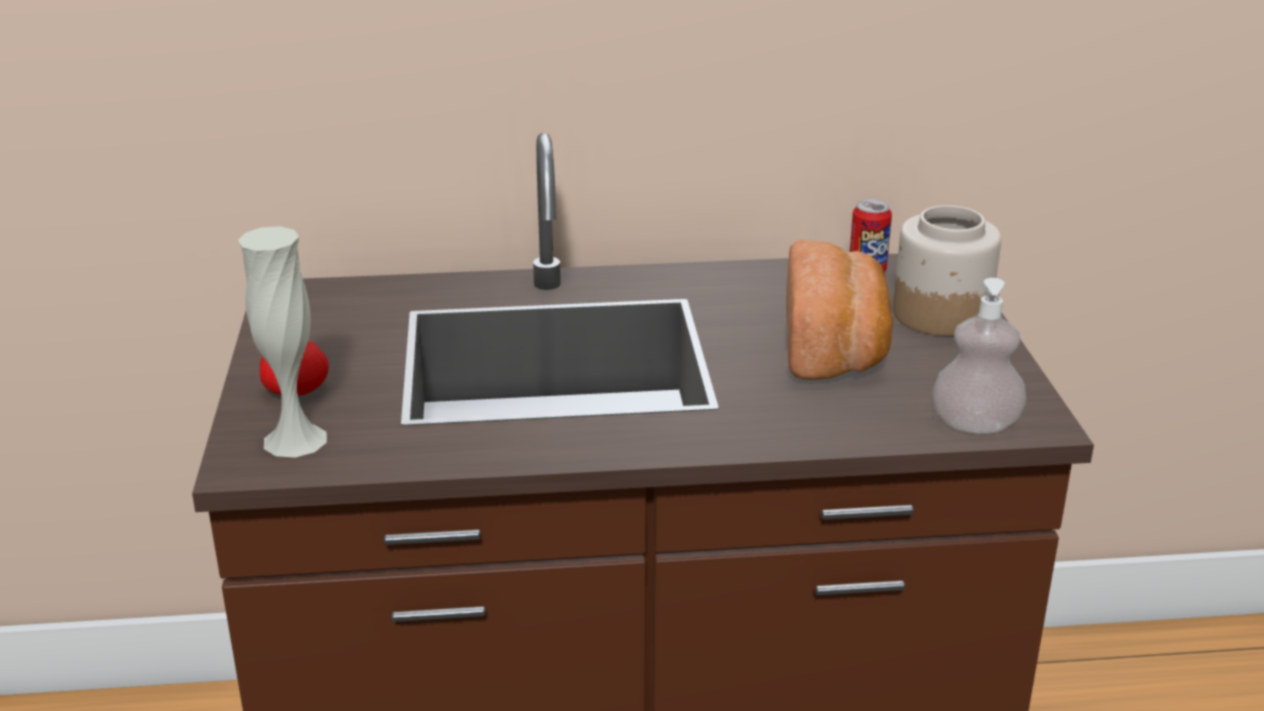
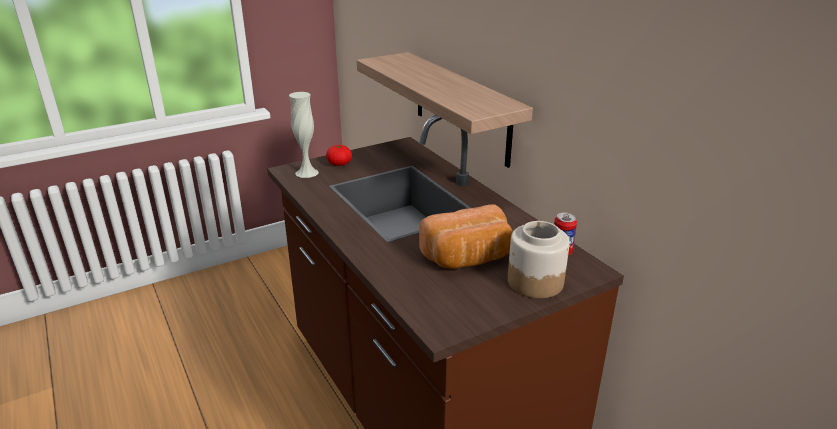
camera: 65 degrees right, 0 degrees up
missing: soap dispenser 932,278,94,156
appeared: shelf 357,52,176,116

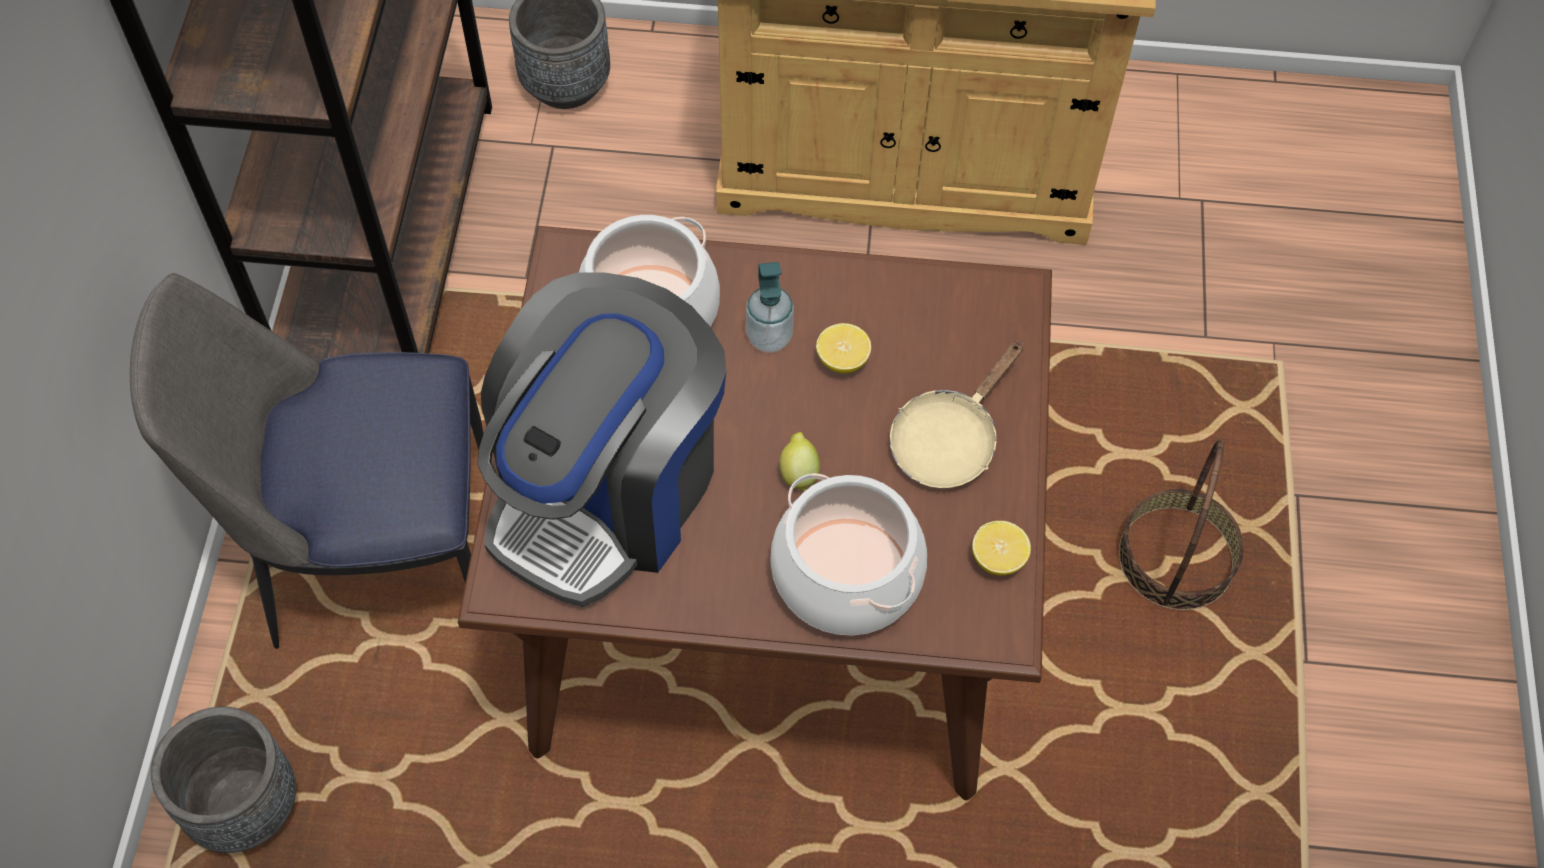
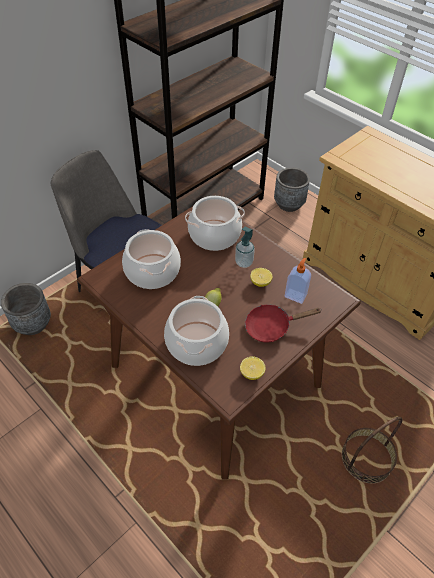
camera: 40 degrees right, 10 degrees down
appeared: soap dispenser 285,258,26,46
exchanged: coffee machine 477,272,249,335 to cooking pot 122,229,59,60
colour: beige frying pan 890,341,133,147 to red frying pan 245,305,76,37

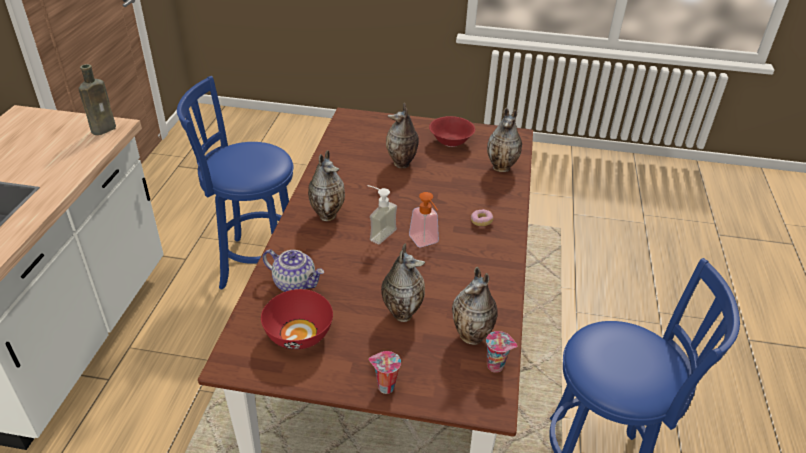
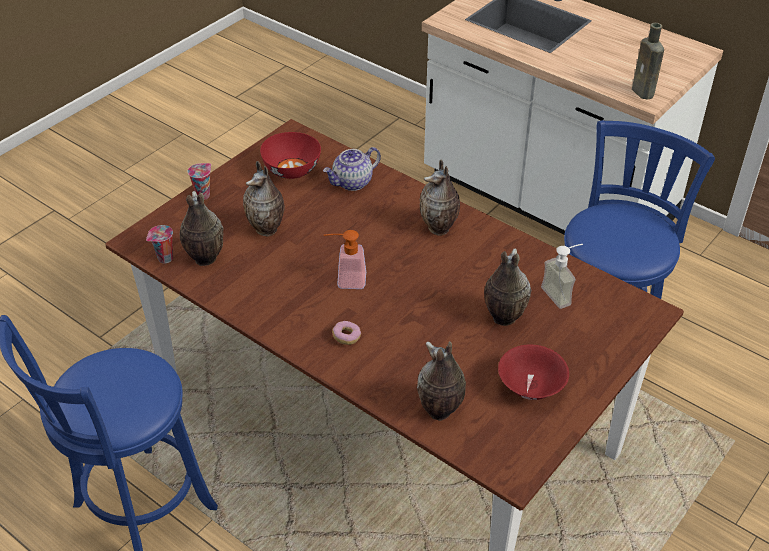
camera: 120 degrees right, 5 degrees up
relocated: soap dispenser 367,185,30,59 to 541,244,42,65

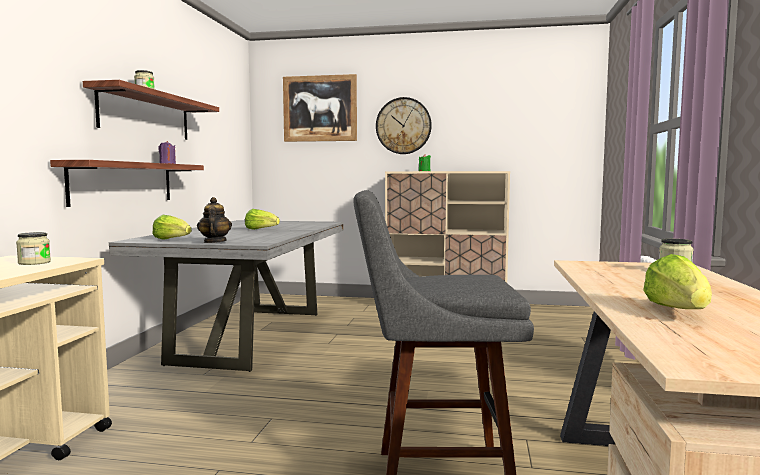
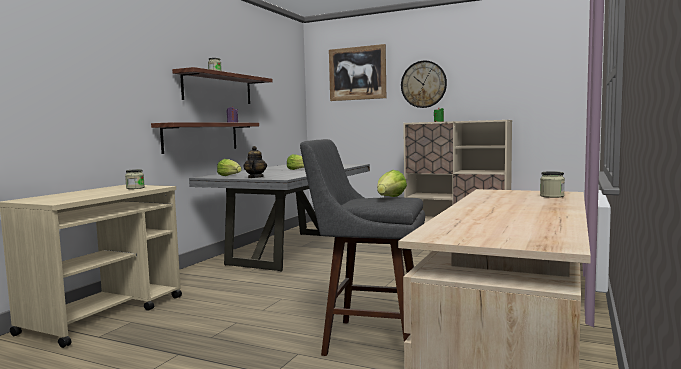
camera: 15 degrees right, 0 degrees up
relocated: lettuce 643,254,69,55 to 377,170,30,27

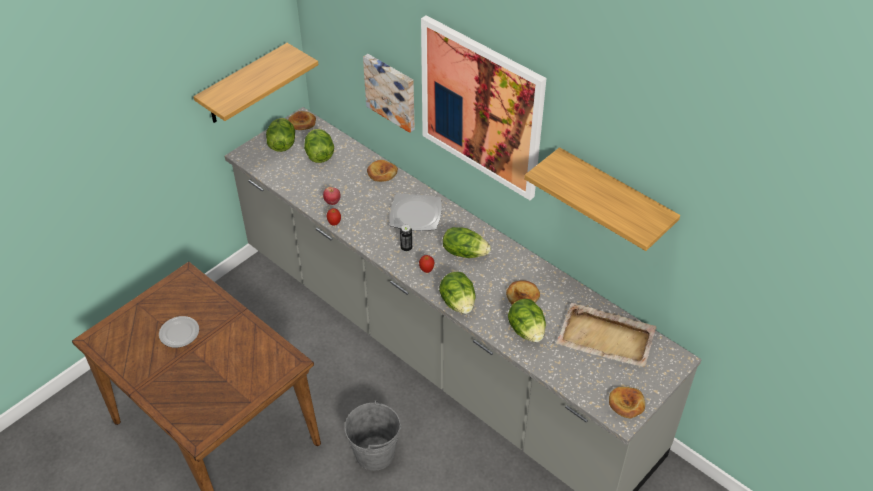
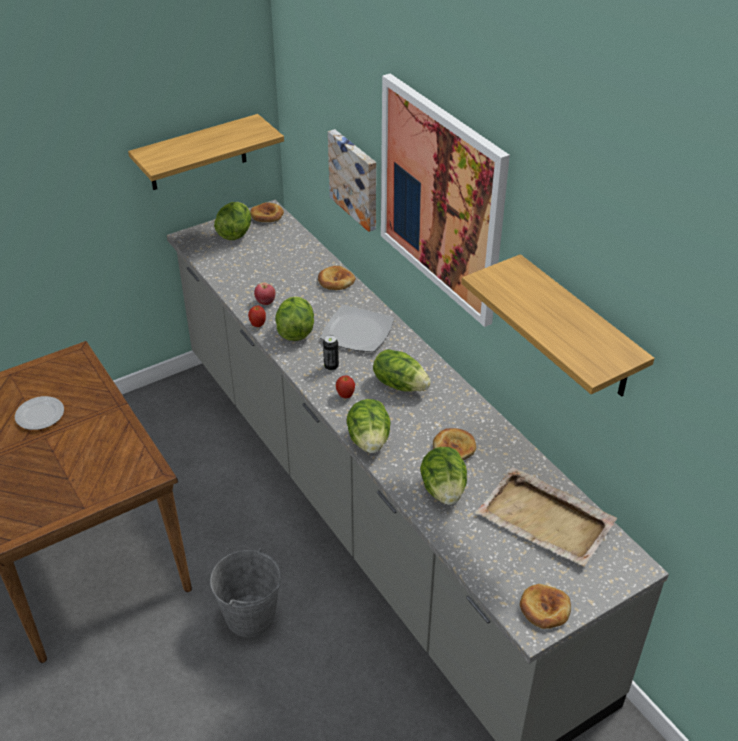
camera: 15 degrees right, 5 degrees down
relocated: lettuce 304,129,30,34 to 275,296,39,45

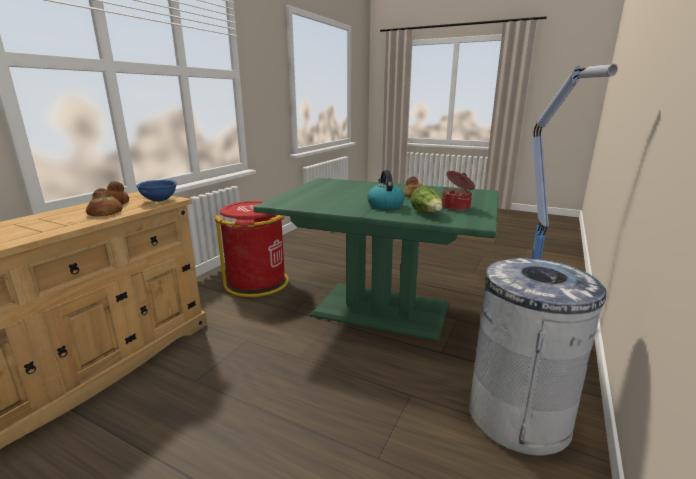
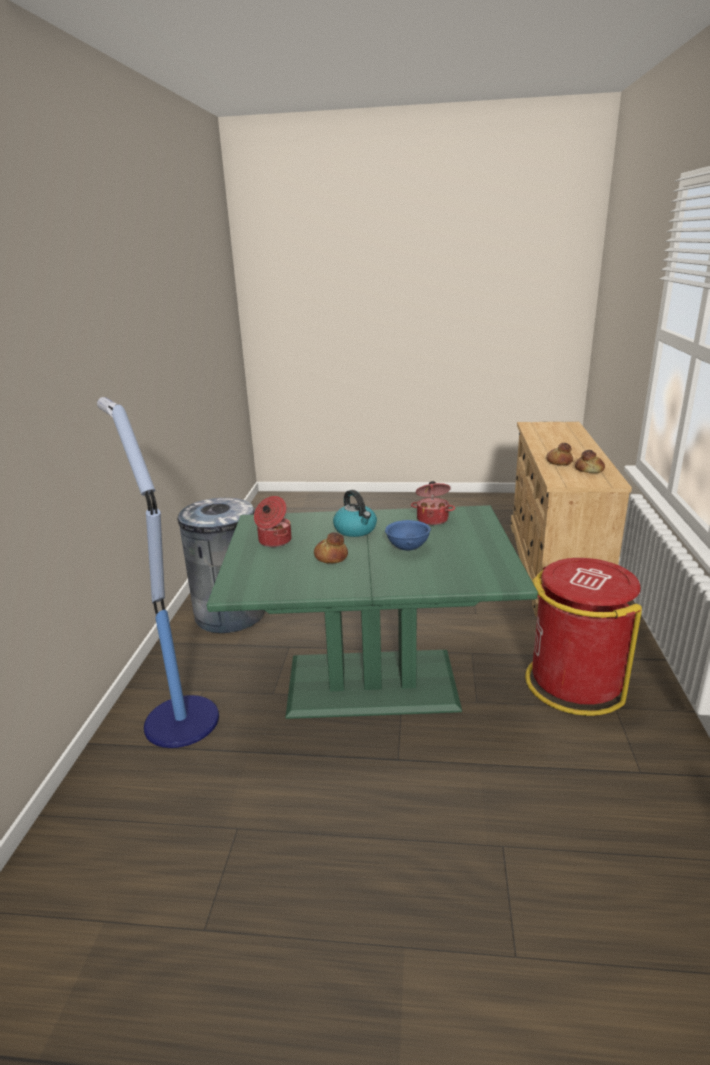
camera: 160 degrees right, 5 degrees up
missing: lettuce 410,186,33,27
appeared: cooking pot 411,481,44,44
relocated: blue bowl 136,180,41,22 to 385,520,46,31

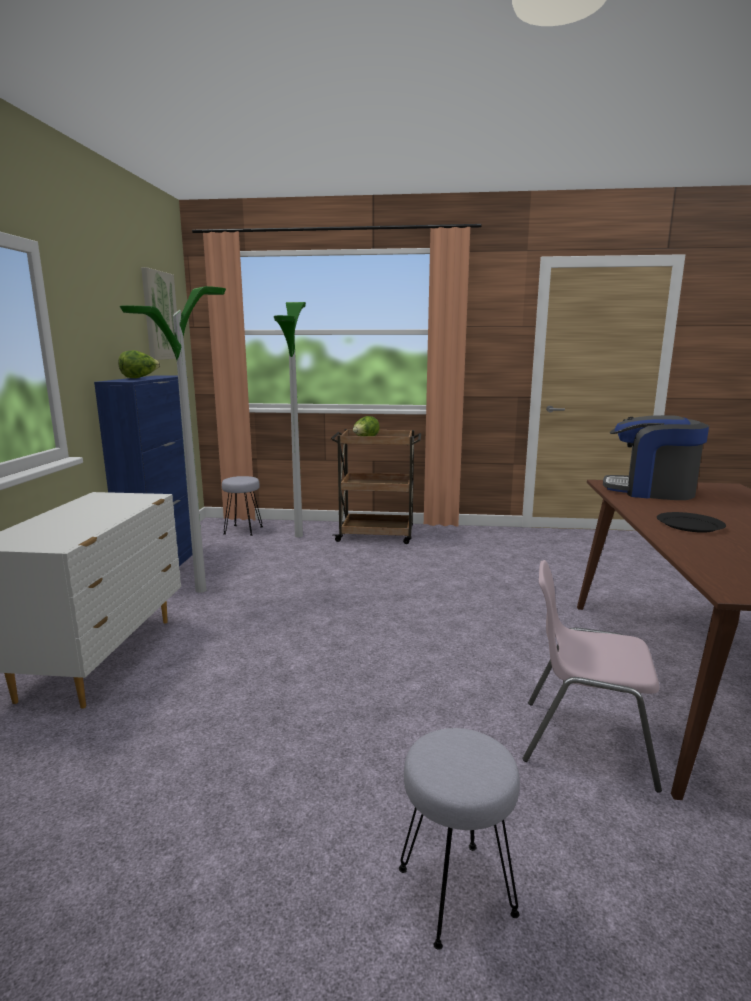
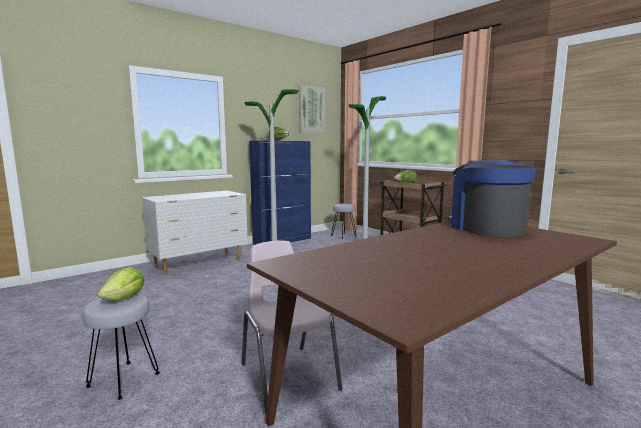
camera: 45 degrees right, 5 degrees down
missing: black plate 657,512,69,21
appeared: lettuce 97,267,48,34

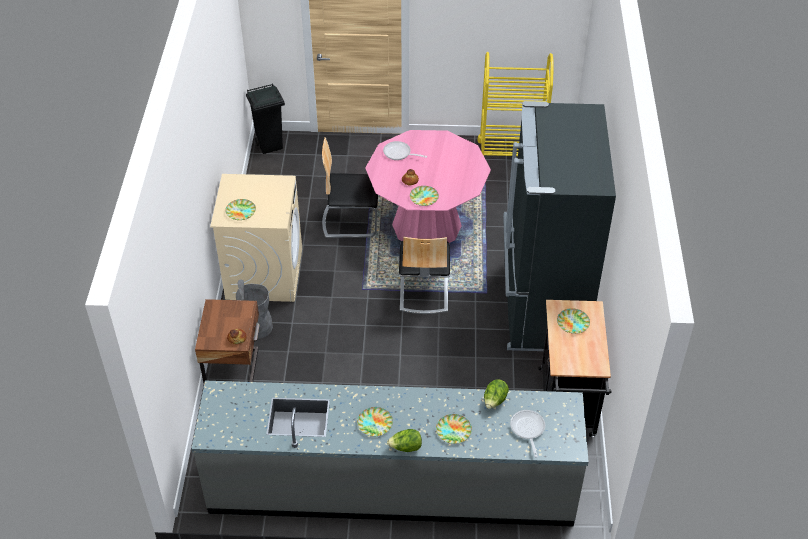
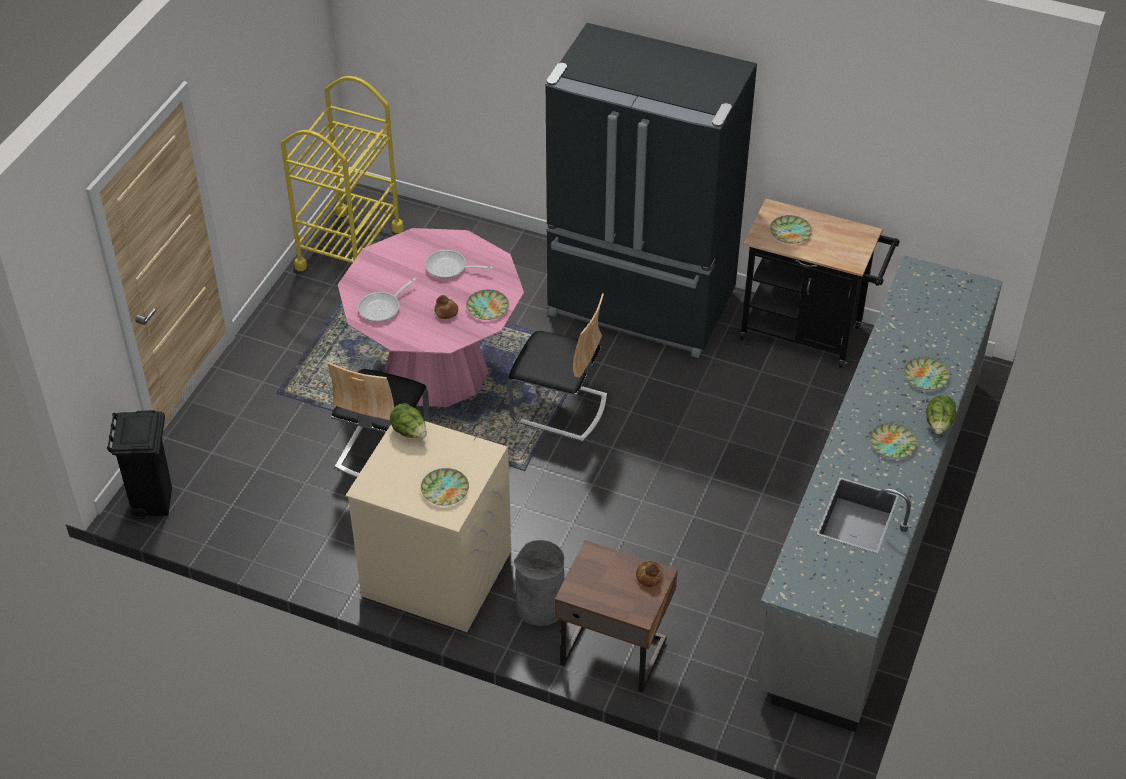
camera: 70 degrees left, 0 degrees up
relocated: lettuce 484,379,25,30 to 390,403,37,35; frying pan 510,410,35,47 to 425,249,68,30

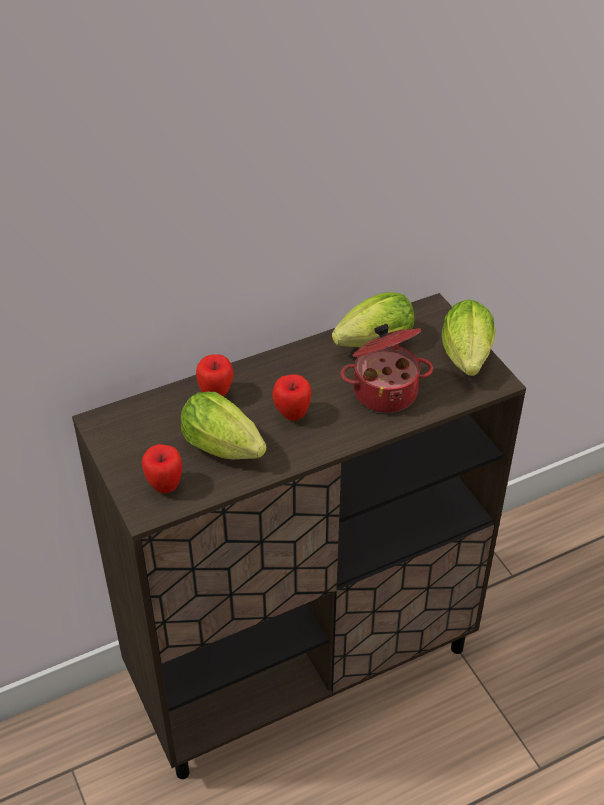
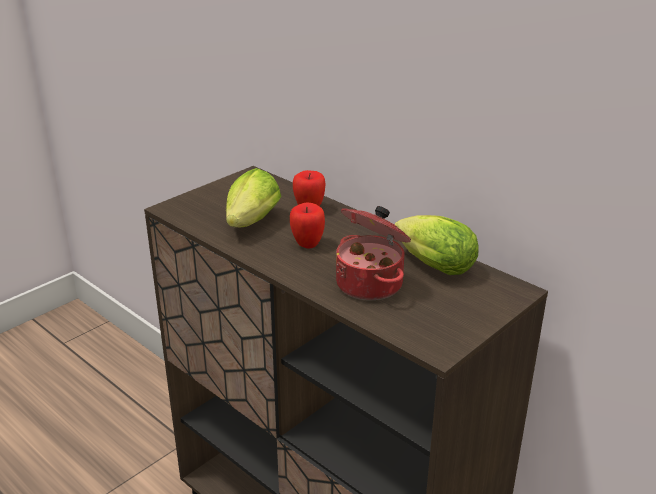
camera: 70 degrees right, 15 degrees down
missing: apple 142,444,40,49; lettuce 442,299,53,77

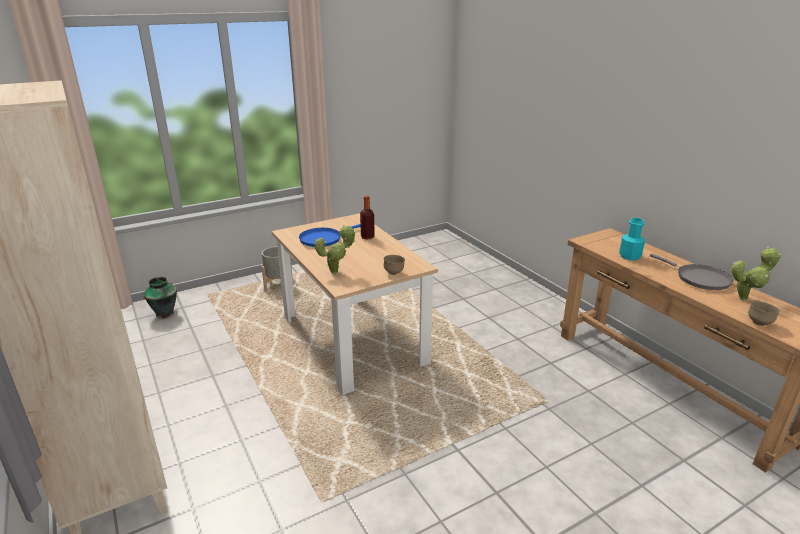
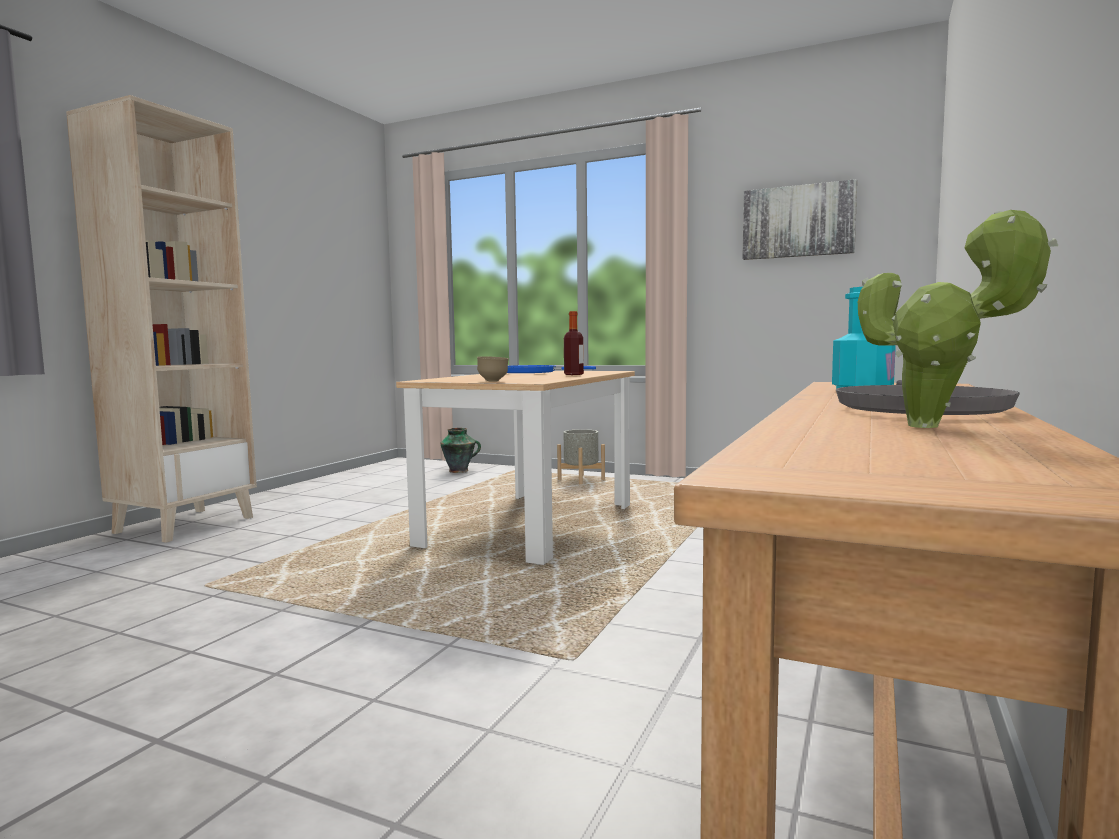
camera: 55 degrees right, 20 degrees down
missing: potted plant 315,225,41,49; brown bowl 748,301,32,25
appeared: picture 742,179,115,81

